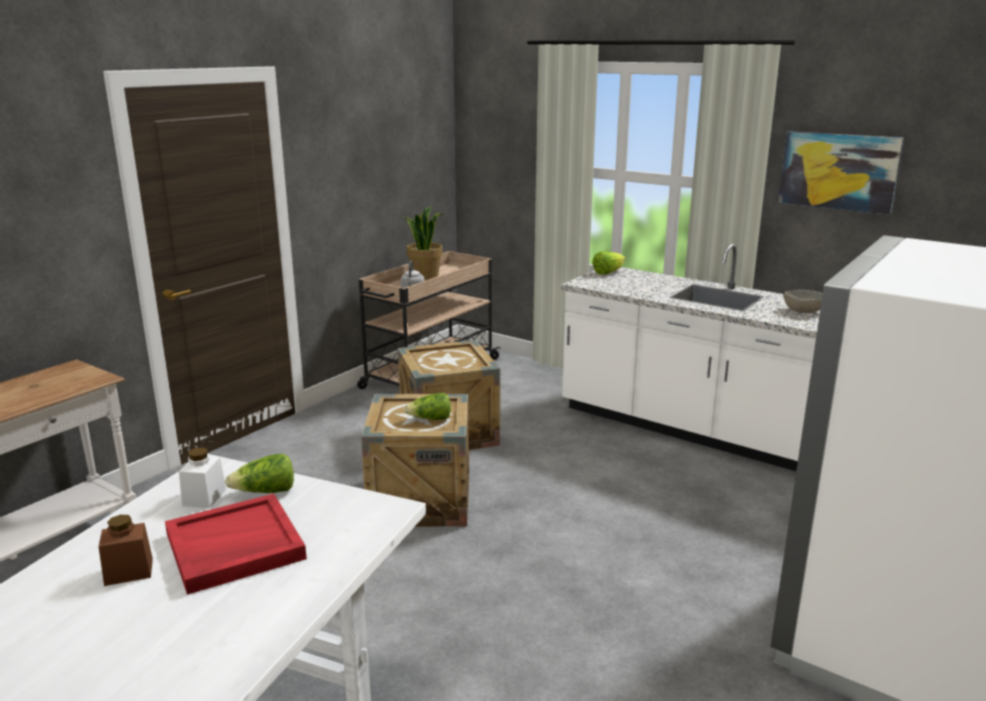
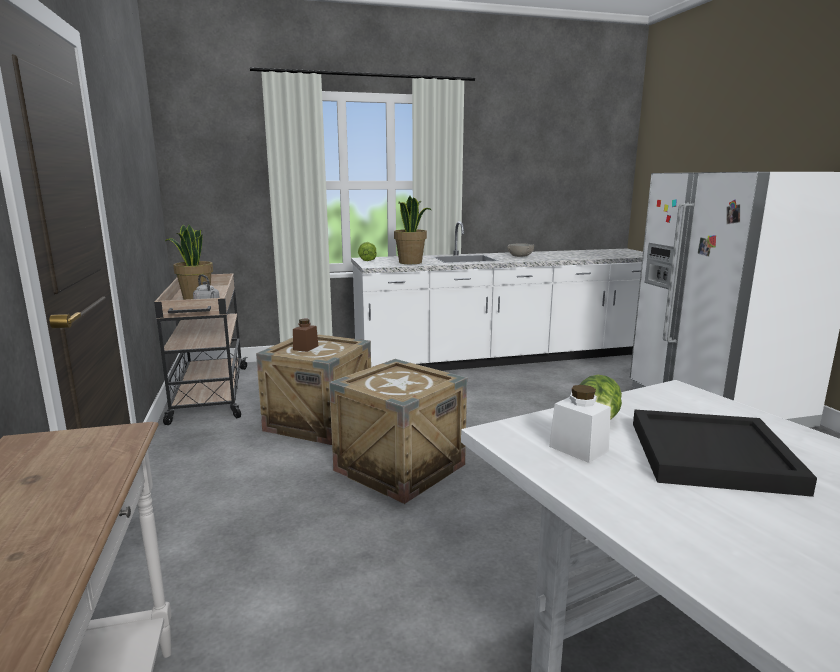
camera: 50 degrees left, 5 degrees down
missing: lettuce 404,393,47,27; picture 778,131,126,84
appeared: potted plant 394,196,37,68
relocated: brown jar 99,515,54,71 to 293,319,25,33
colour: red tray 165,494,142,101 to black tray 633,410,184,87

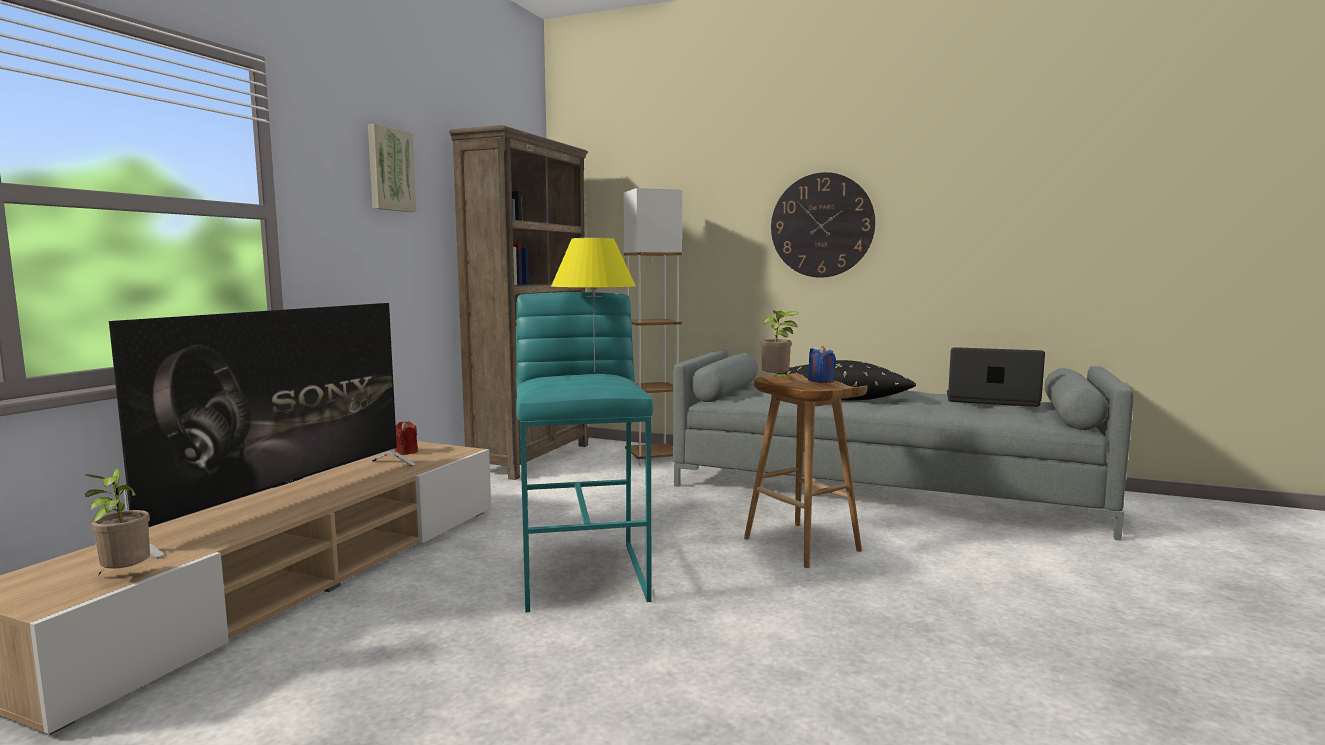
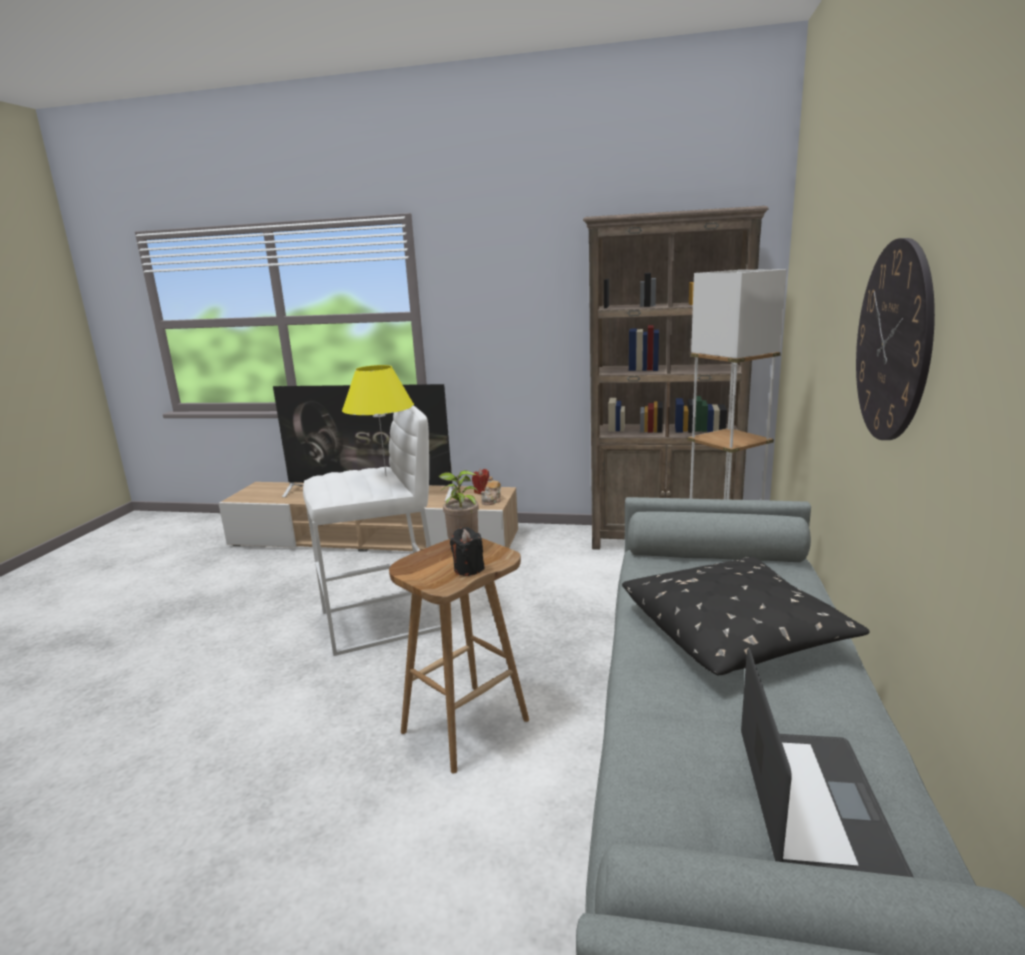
camera: 80 degrees right, 10 degrees up
missing: potted plant 85,468,65,107; picture 368,124,49,88
appeared: teapot 481,476,20,29
colour: turquoise stool 516,292,137,321 to white stool 303,405,138,251; blue candle 808,346,28,37 to black candle 450,527,35,49

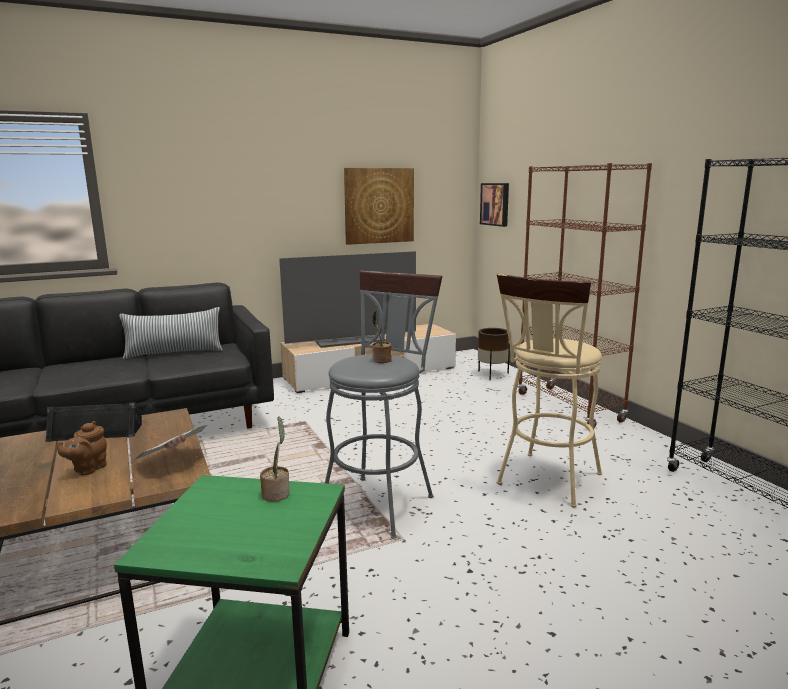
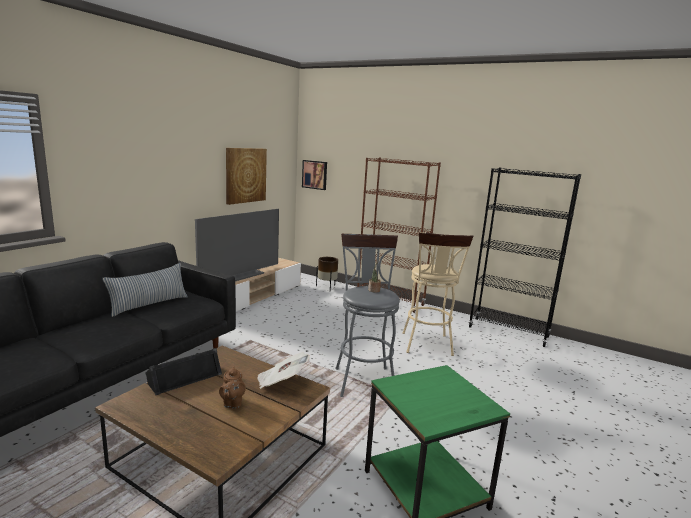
camera: 35 degrees left, 0 degrees up
missing: potted plant 260,416,30,86

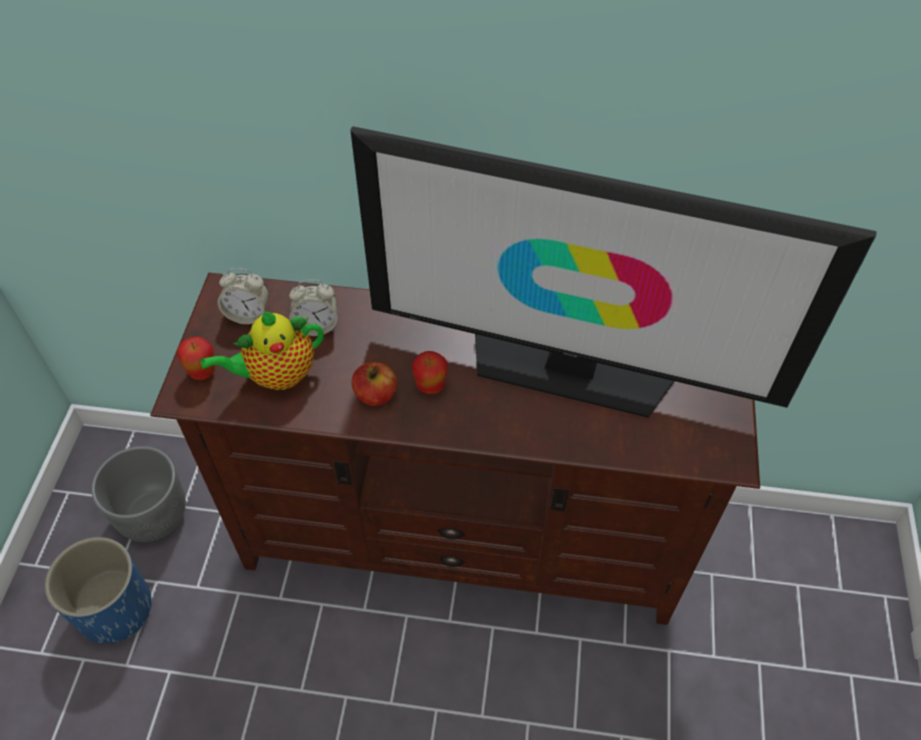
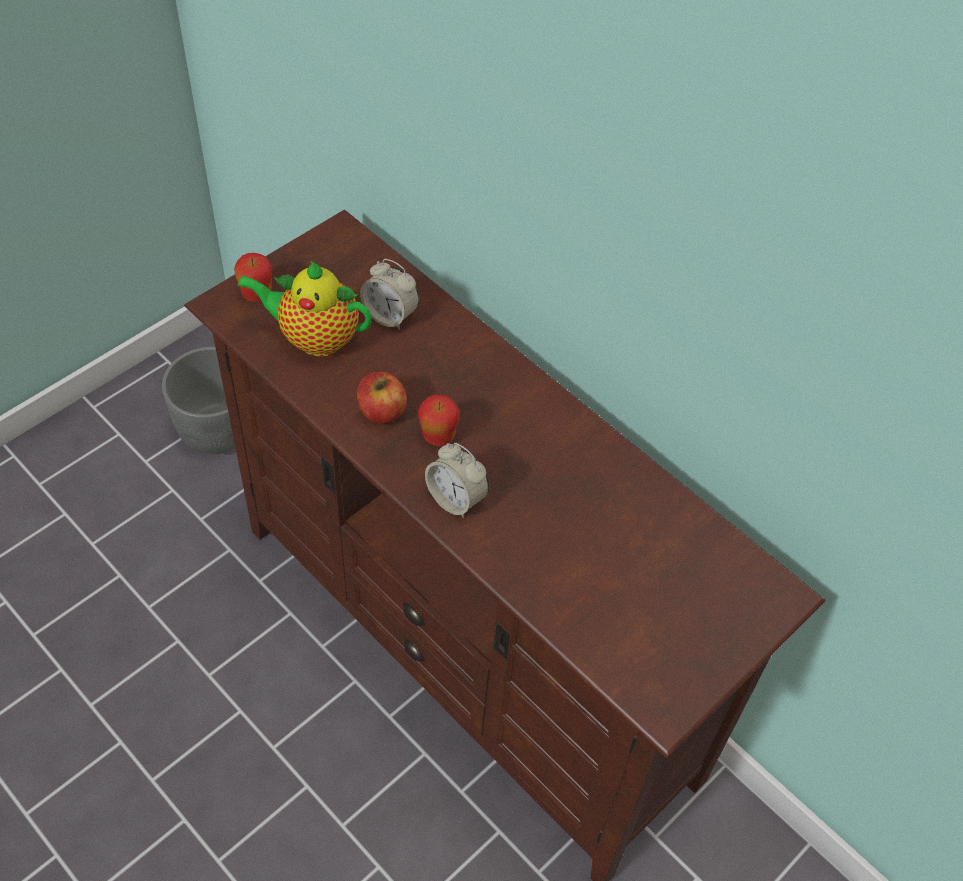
camera: 35 degrees right, 0 degrees up
missing: blue planter 45,537,107,107; television 350,126,526,292
relocated: alarm clock 217,268,52,56 to 425,443,64,75

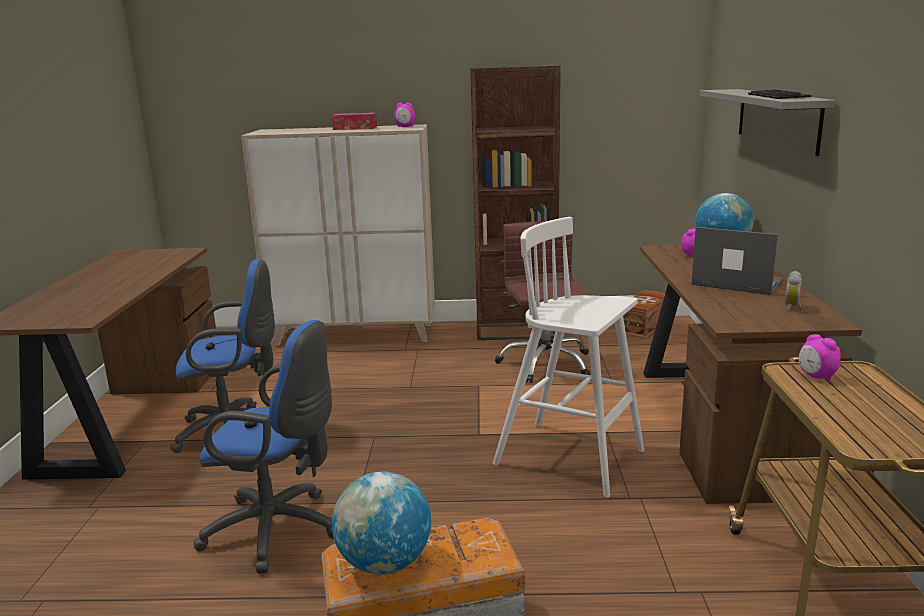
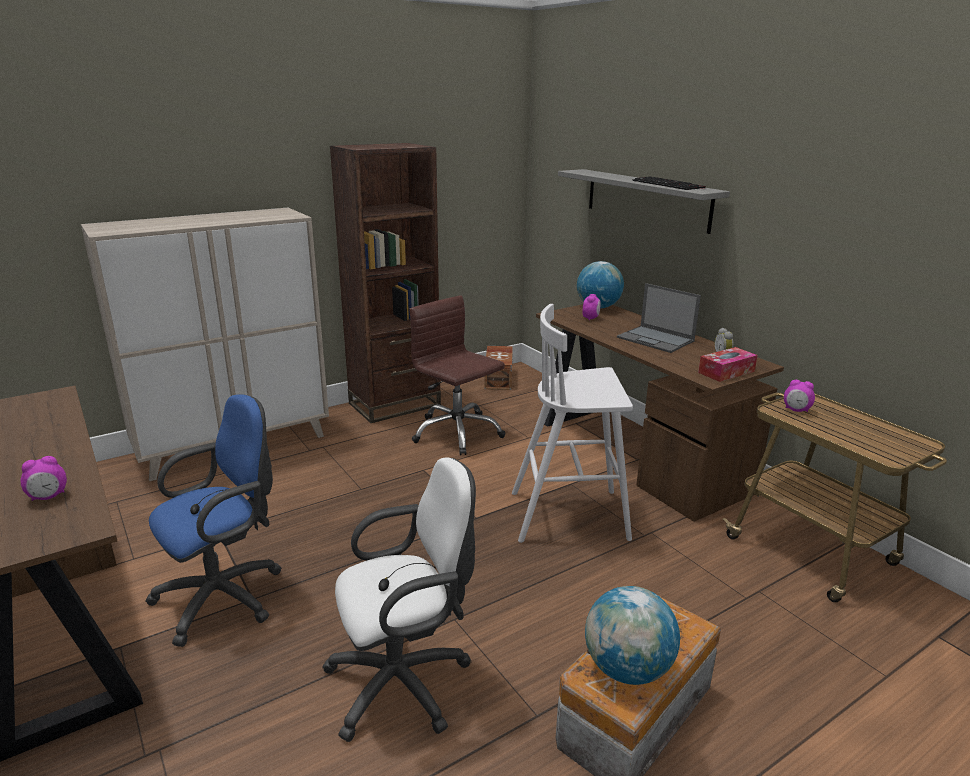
camera: 35 degrees left, 5 degrees up
relocated: tissue box 332,113,45,17 to 698,347,60,35; alarm clock 394,102,21,25 to 21,456,46,45
colour: blue office chair 194,320,140,254 to white office chair 322,457,154,285
spun: laptop 691,227,92,68 = 617,283,84,70 135 degrees counterclockwise

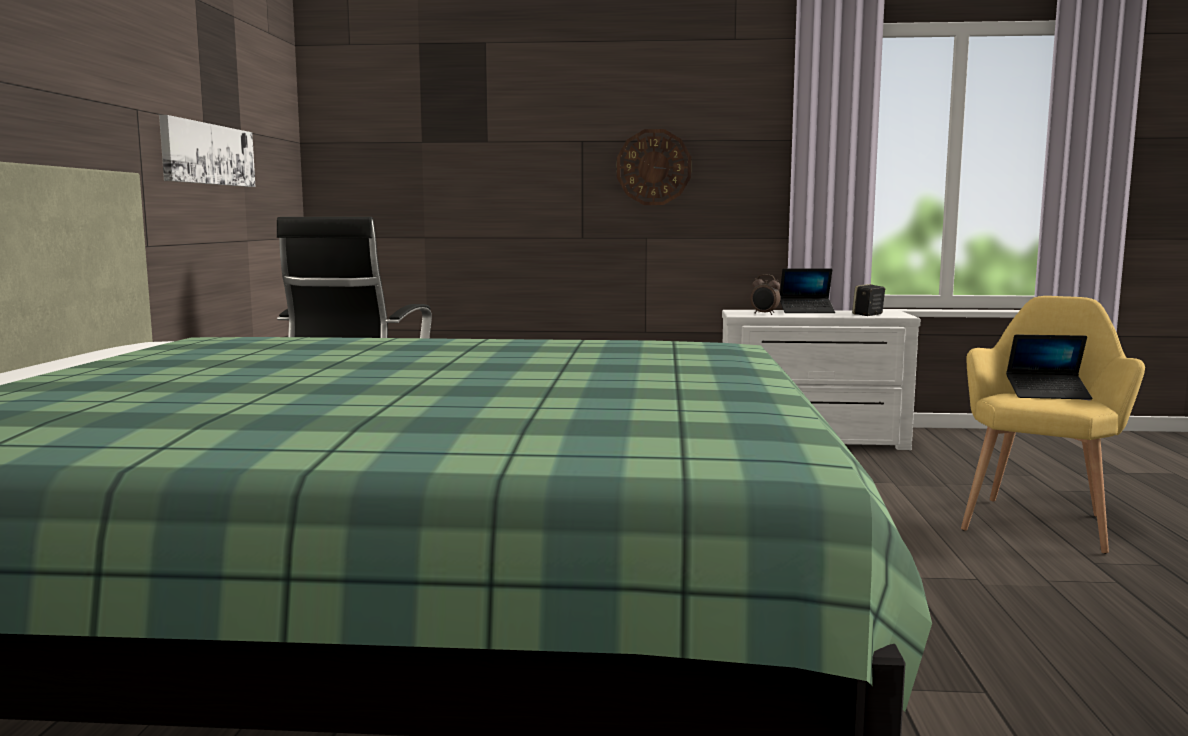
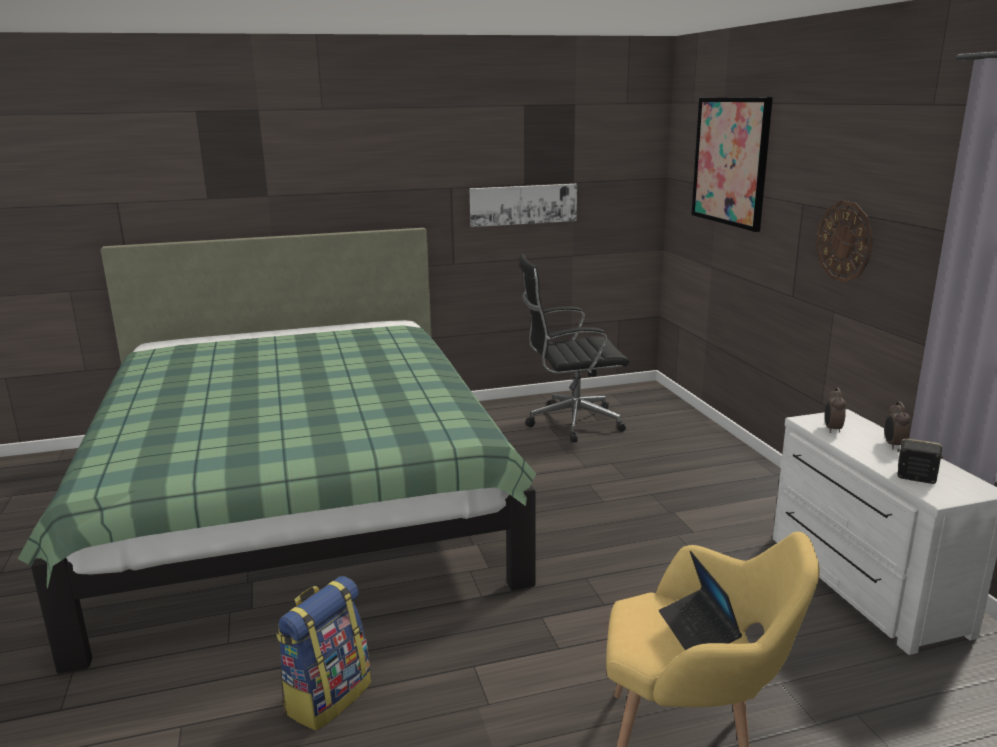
camera: 70 degrees right, 10 degrees up
appeared: backpack 276,576,95,155; picture 691,97,82,135
exchanged: laptop 780,268,55,45 to alarm clock 884,401,26,48

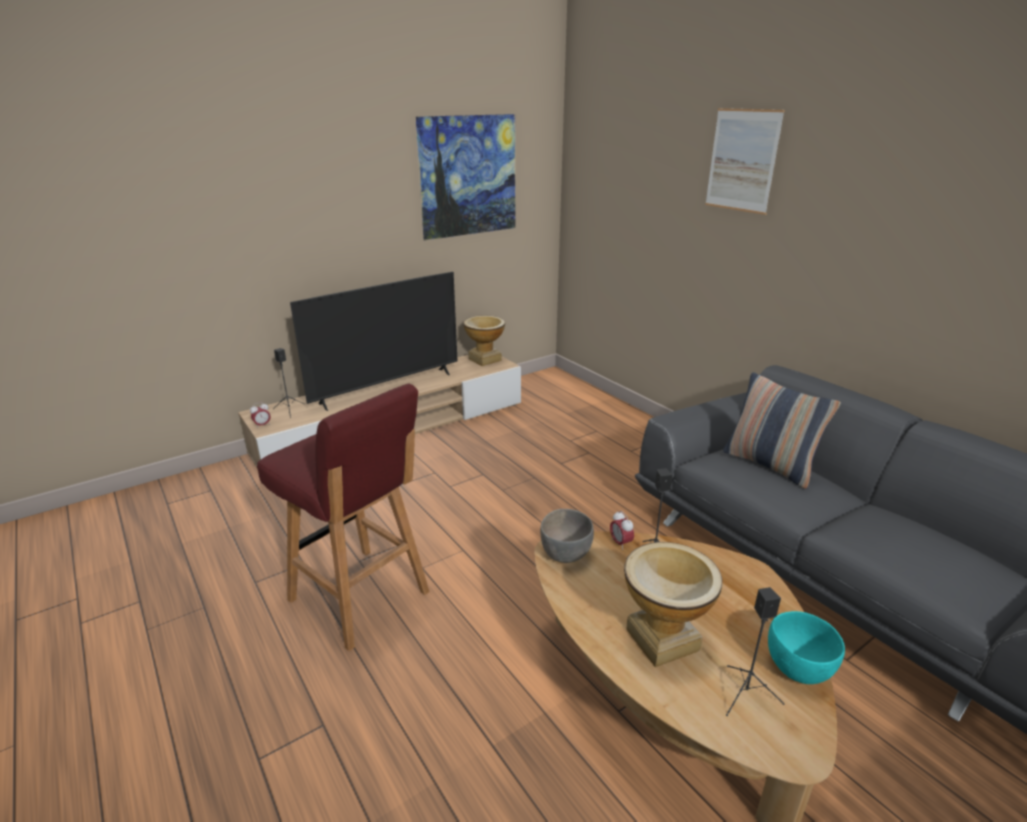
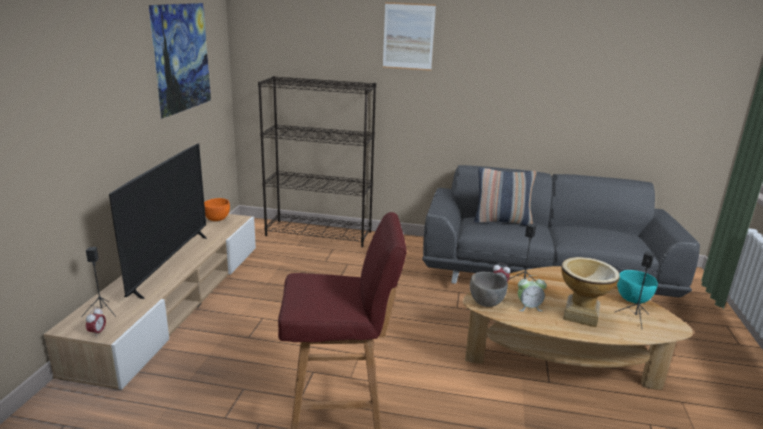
camera: 45 degrees left, 5 degrees down
appeared: black bookcase 258,76,118,171; alarm clock 518,275,29,36
exchanged: vase 463,315,42,51 to orange bowl 204,198,26,23

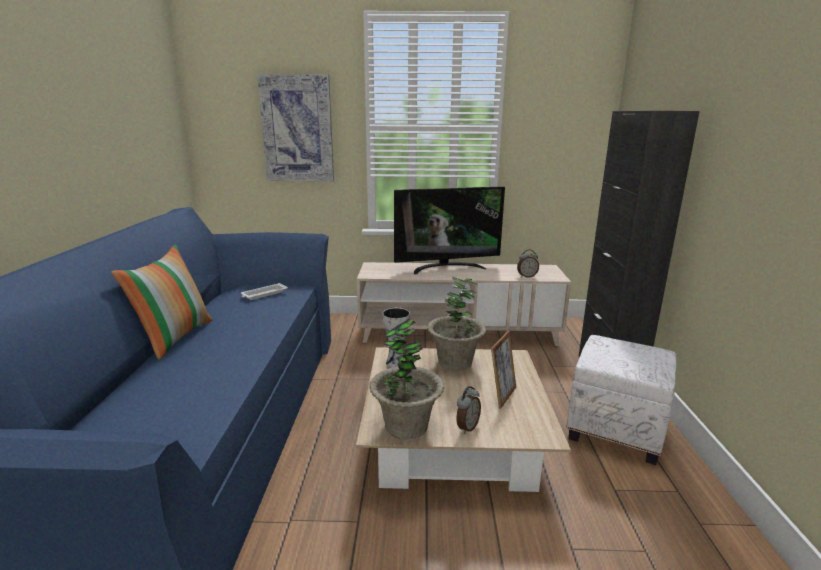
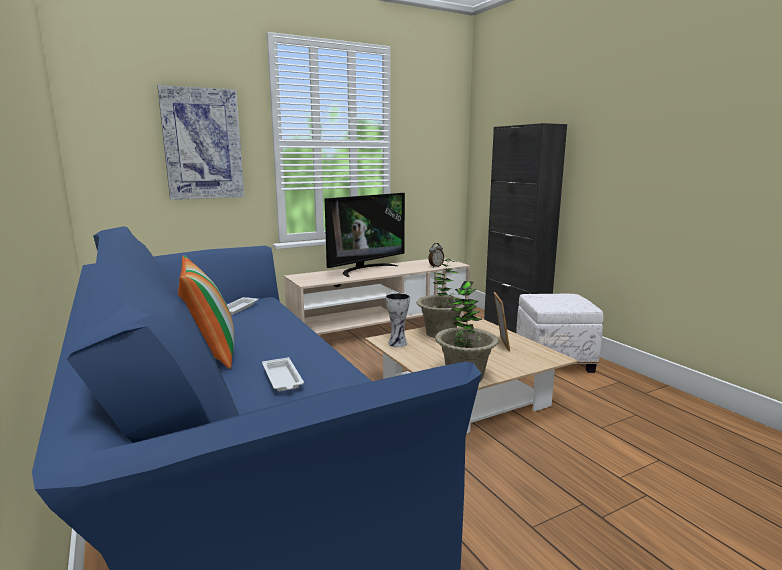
camera: 30 degrees left, 5 degrees down
missing: alarm clock 457,386,24,48
appeared: white tray 262,357,42,34

